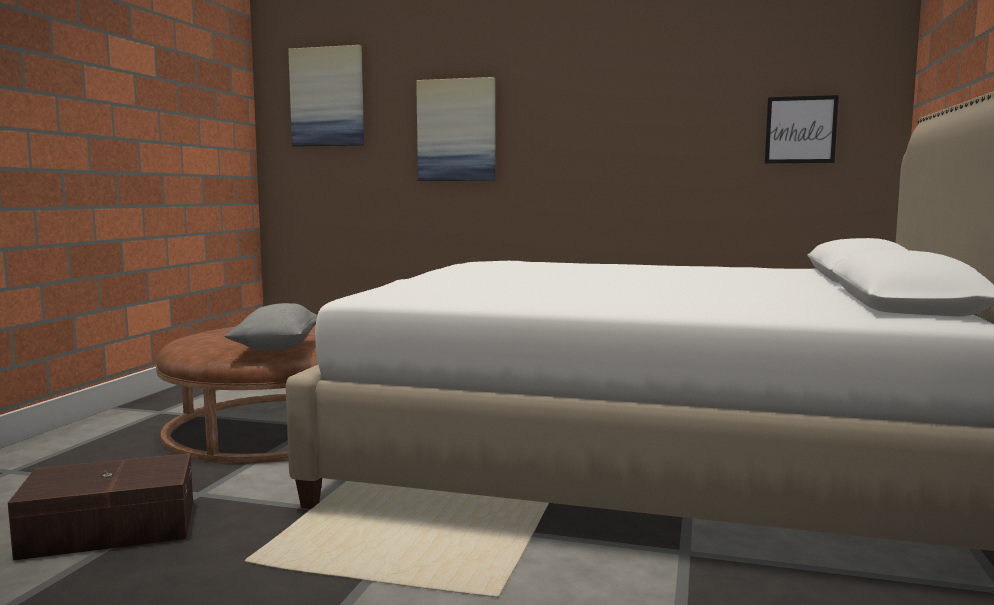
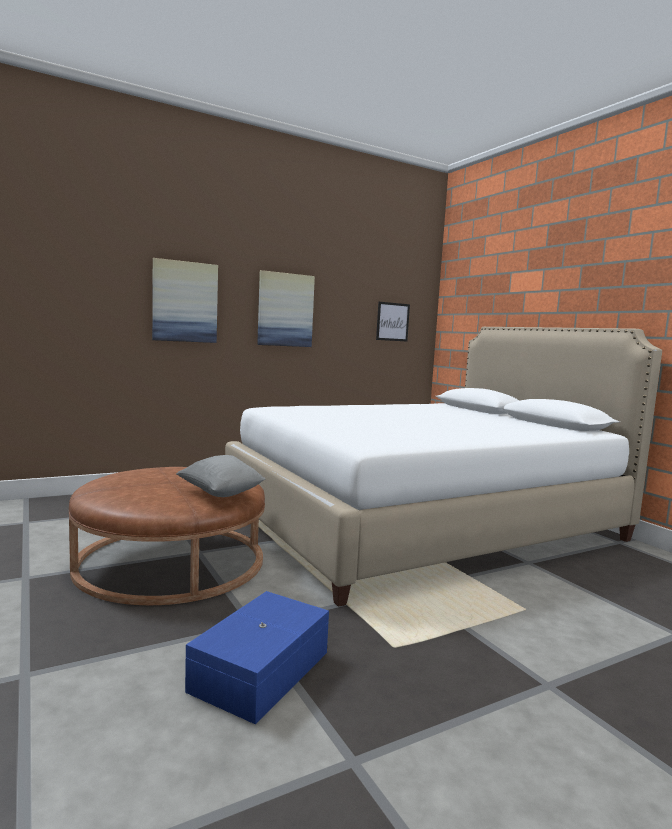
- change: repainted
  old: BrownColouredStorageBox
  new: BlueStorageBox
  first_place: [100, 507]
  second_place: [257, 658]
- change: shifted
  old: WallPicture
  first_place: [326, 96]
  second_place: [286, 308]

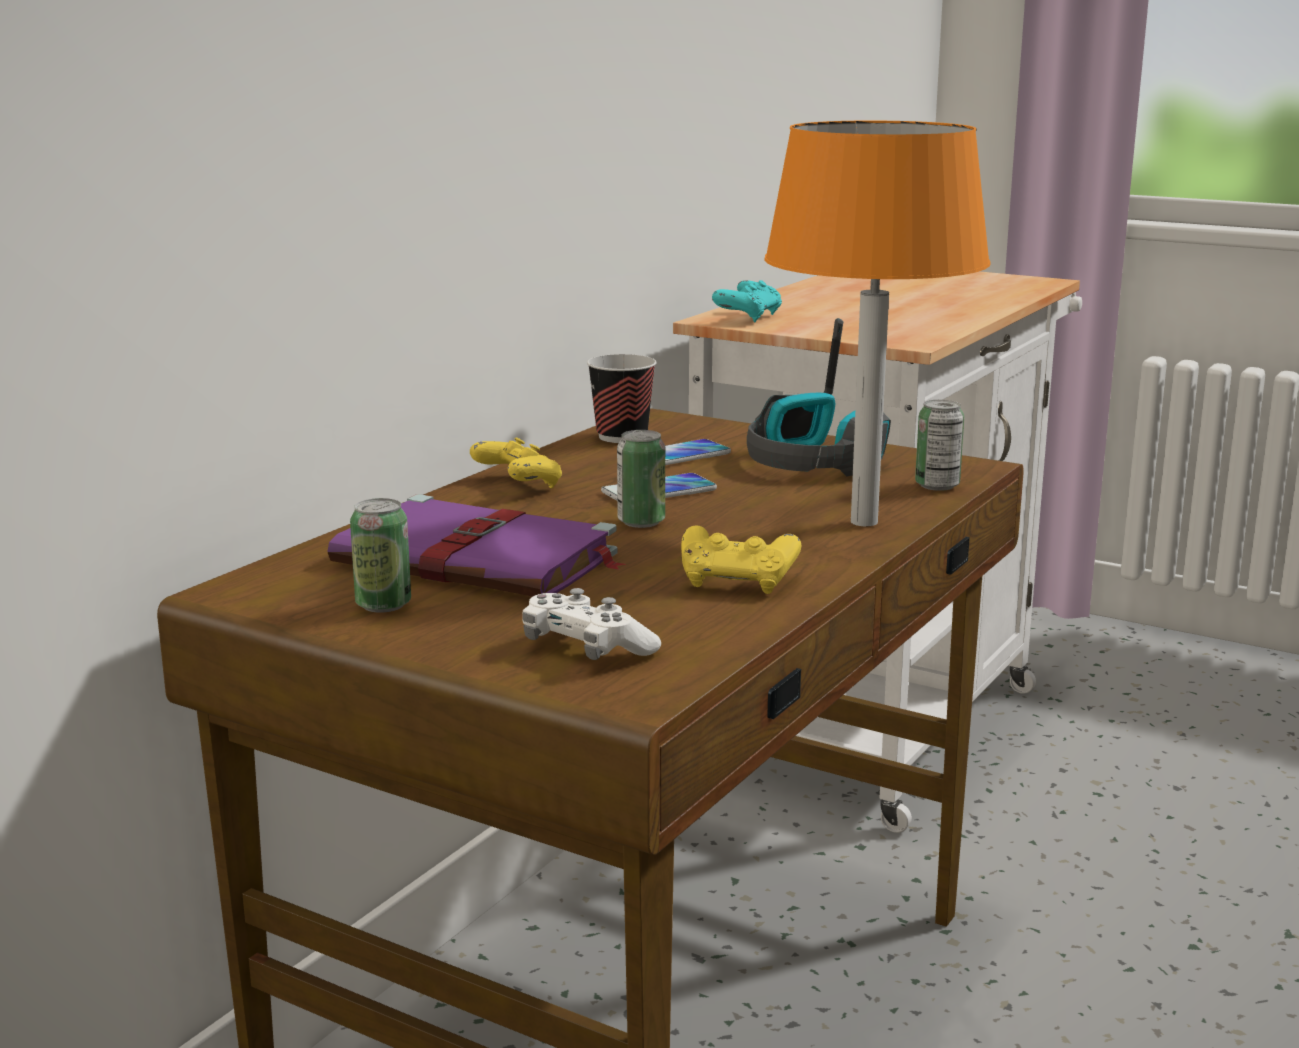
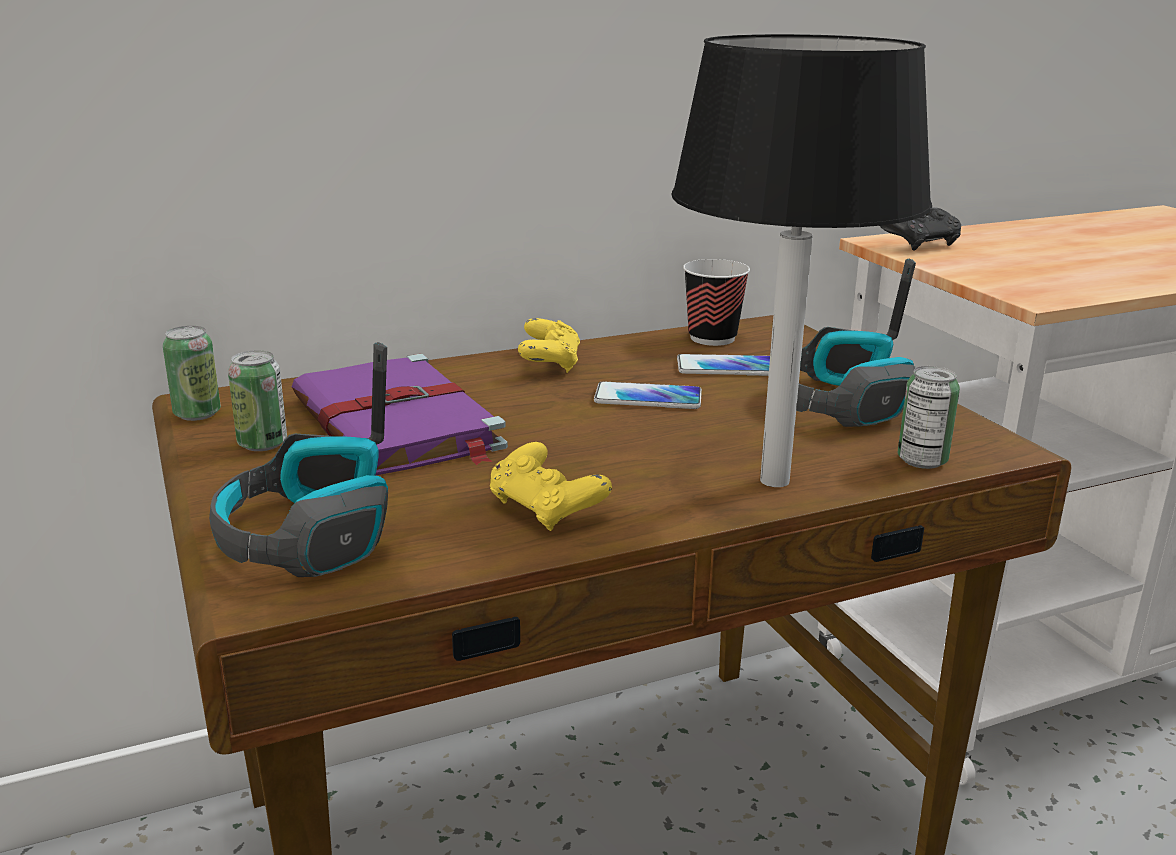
- change: swapped
  old: WhitishGamepad
  new: PairOfHeadphones
  first_place: [591, 624]
  second_place: [298, 459]
- change: shifted
  old: SealedCan
  first_place: [641, 479]
  second_place: [192, 373]
- change: repainted
  old: TurquoiseColouredGamepad
  new: BlackColouredGamepad
  first_place: [747, 301]
  second_place: [920, 229]
- change: repainted
  old: OrangeColouredTableLamp
  new: BlackColouredTableLamp
  first_place: [877, 323]
  second_place: [801, 260]

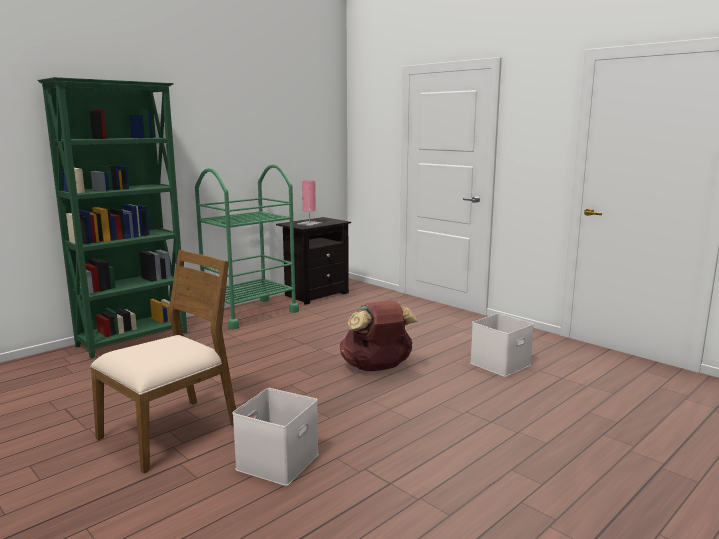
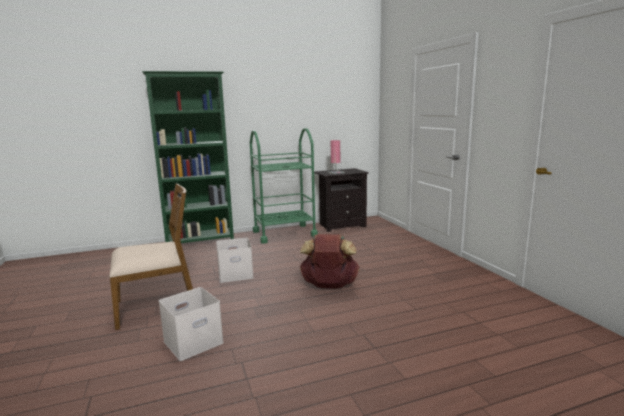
- change: shifted
  old: WhitishStorageBox
  first_place: [502, 345]
  second_place: [235, 260]

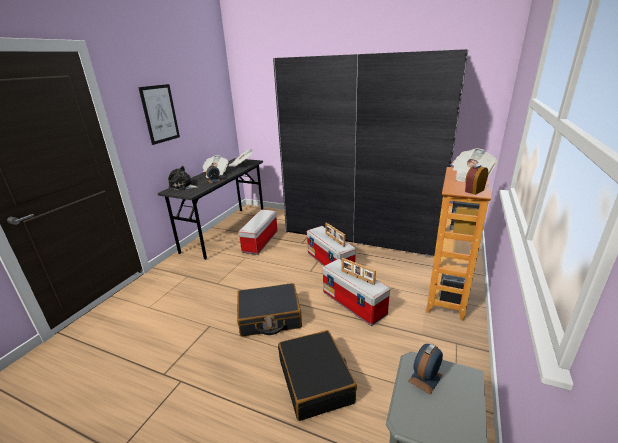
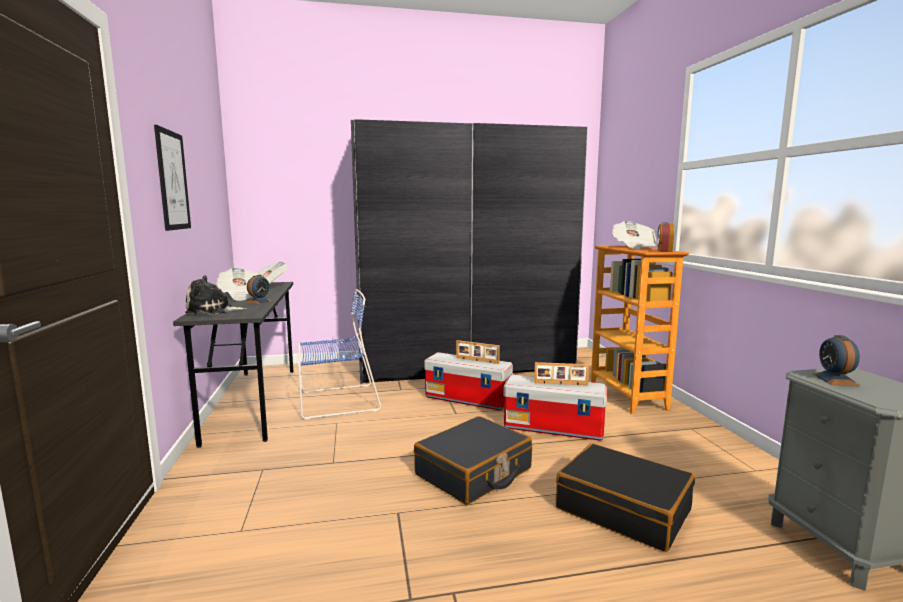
- change: swapped
  old: StorageBox
  new: BlueUprightChair
  first_place: [258, 232]
  second_place: [339, 354]

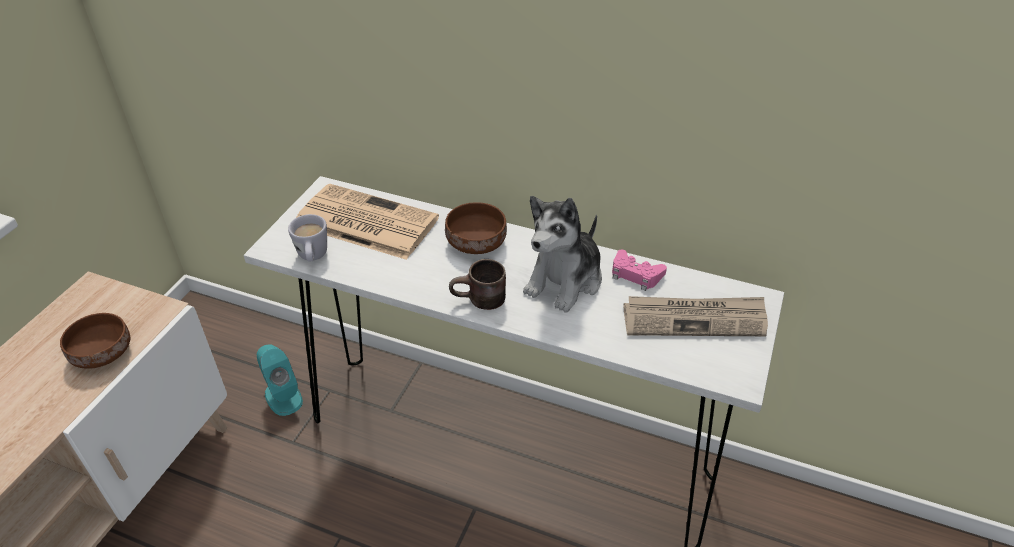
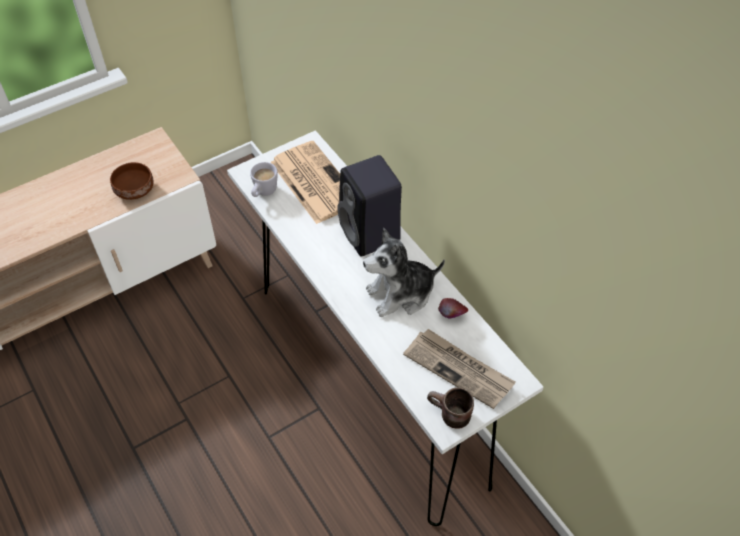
- change: gone
  old: TurquoiseColouredSpeaker
  first_place: [280, 380]
- change: swapped
  old: BrownColouredDeepDish
  new: BlackColouredSpeaker
  first_place: [476, 228]
  second_place: [370, 205]
- change: shifted
  old: BrownColouredCoffeeMug
  first_place: [477, 284]
  second_place: [450, 408]
- change: swapped
  old: PinkishGamepad
  new: Apple
  first_place: [639, 270]
  second_place: [453, 308]

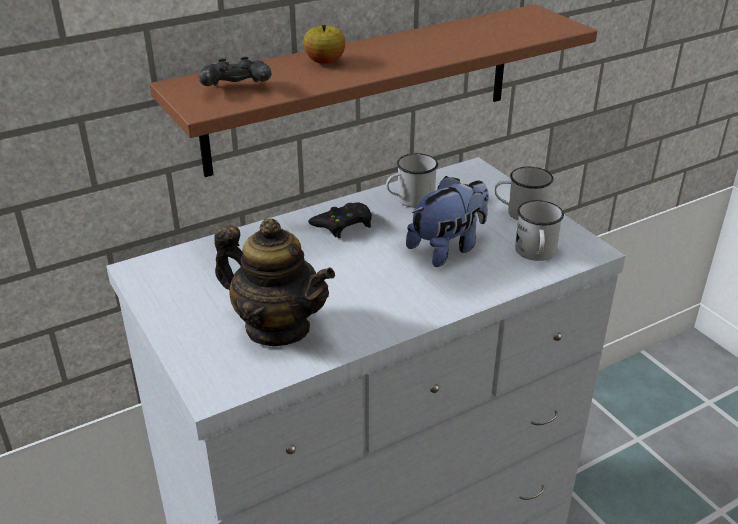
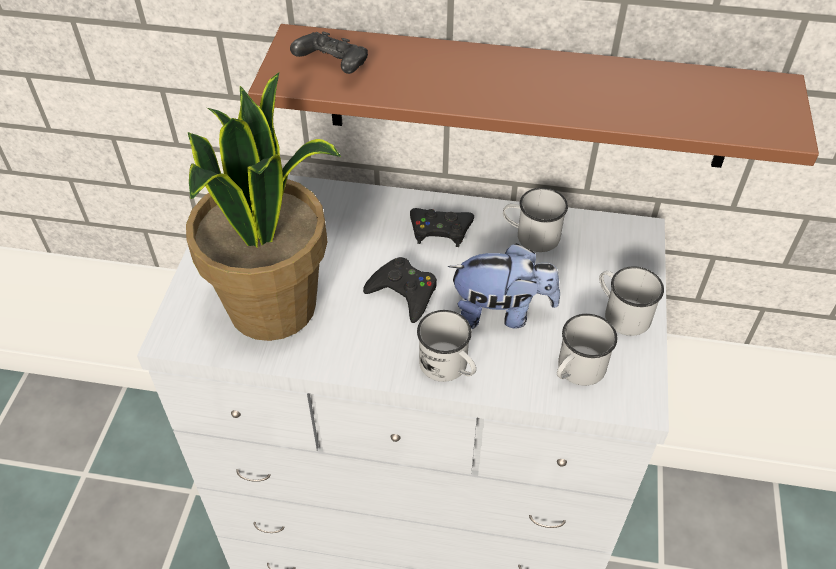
- change: swapped
  old: TeaPot
  new: PottedPlant
  first_place: [274, 282]
  second_place: [263, 206]
- change: gone
  old: Apple
  first_place: [324, 44]
- change: new
  new: BlackColouredGamepad
  second_place: [400, 290]
- change: new
  new: WhitishCoffeeMug
  second_place: [446, 346]

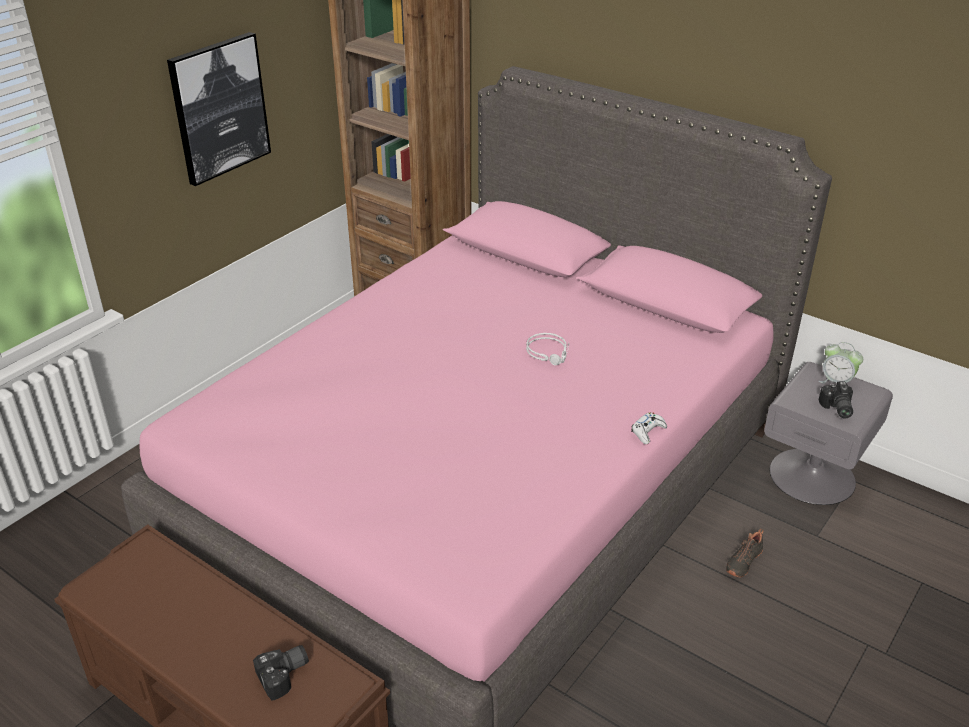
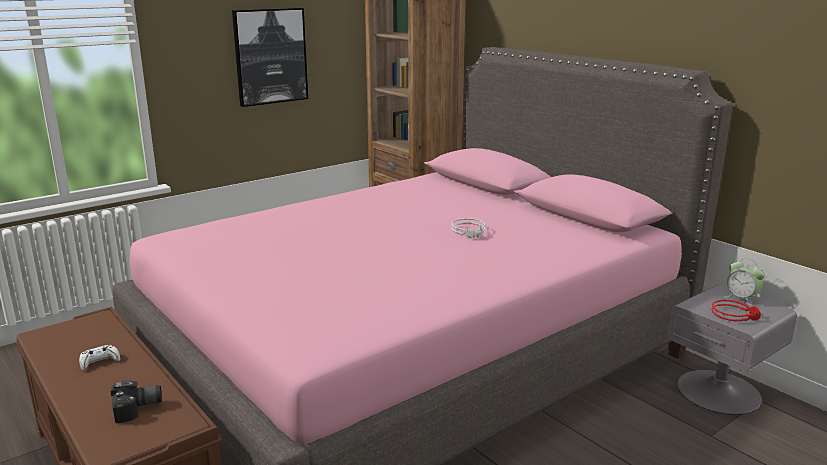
- change: shifted
  old: WhitishGamepad
  first_place: [649, 428]
  second_place: [99, 358]
- change: gone
  old: BlackColouredShoe
  first_place: [745, 553]
- change: swapped
  old: StillCamera
  new: RedPairOfHeadphones
  first_place: [835, 399]
  second_place: [736, 310]

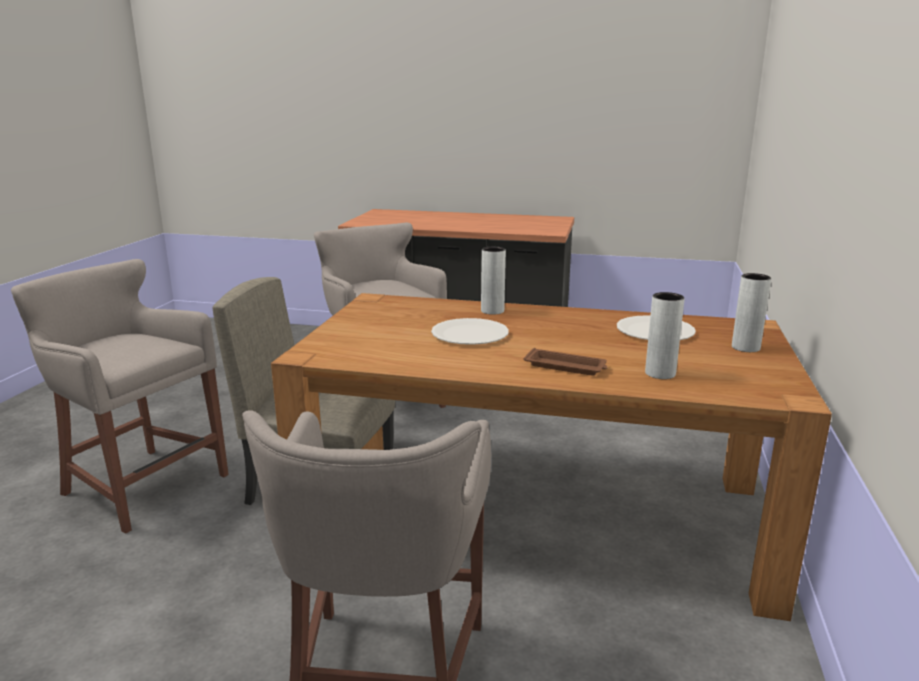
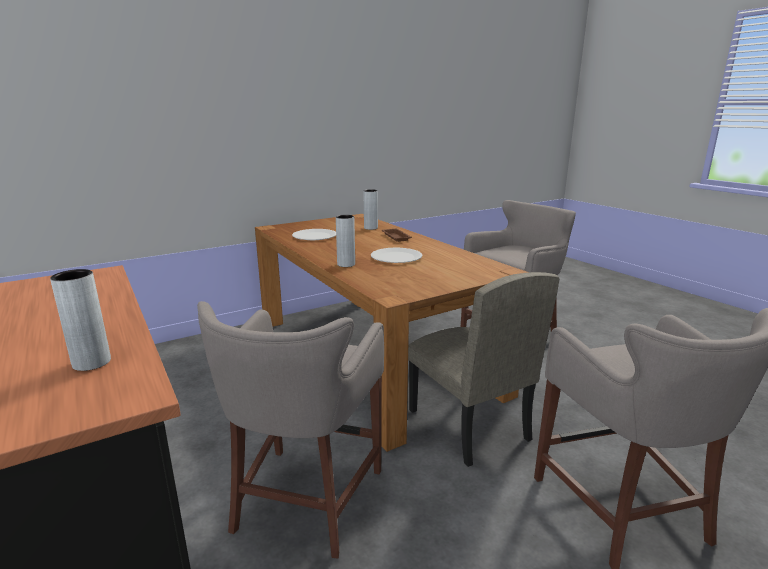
- change: shifted
  old: GrayDecorativeVase
  first_place: [751, 312]
  second_place: [80, 320]

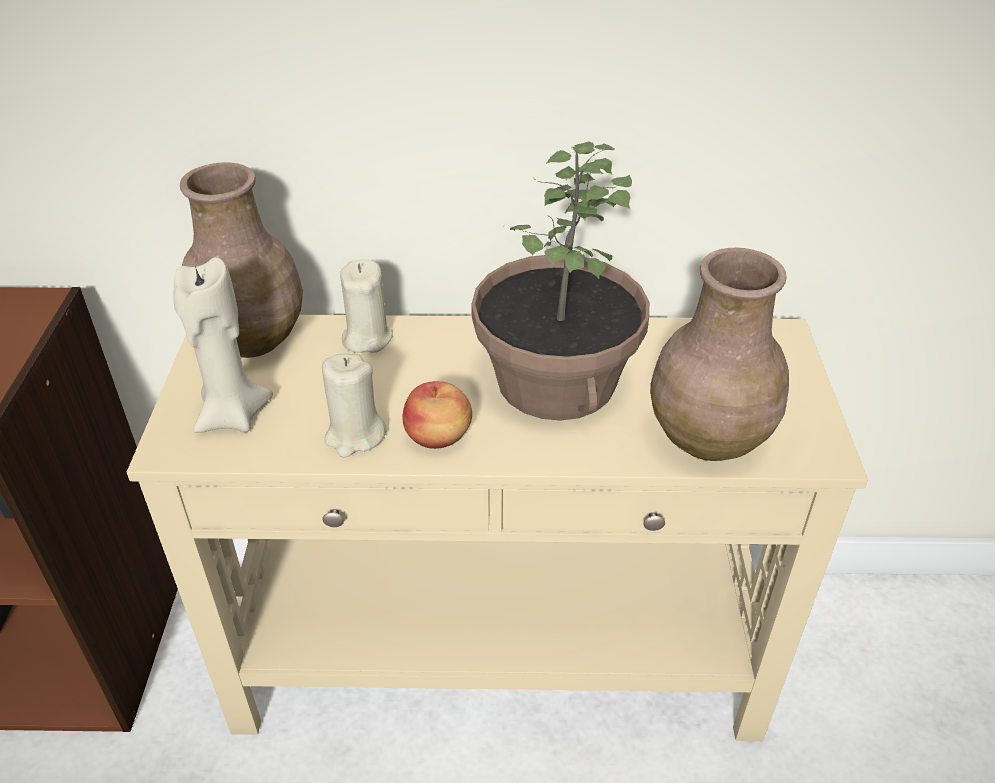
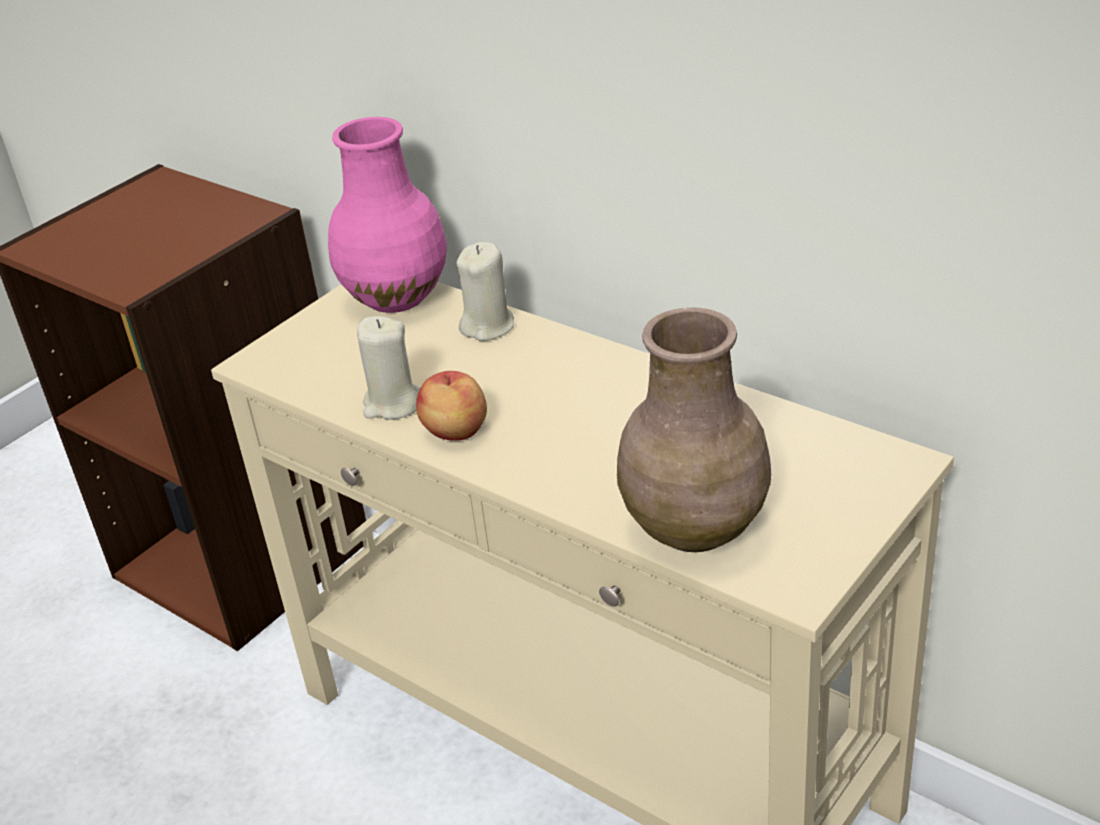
- change: gone
  old: BeigeWaxLight
  first_place: [223, 345]
- change: repainted
  old: BrownColouredDecorativeVase
  new: PinkishDecorativeVase
  first_place: [241, 260]
  second_place: [387, 215]
- change: gone
  old: PottedPlant
  first_place: [560, 281]

